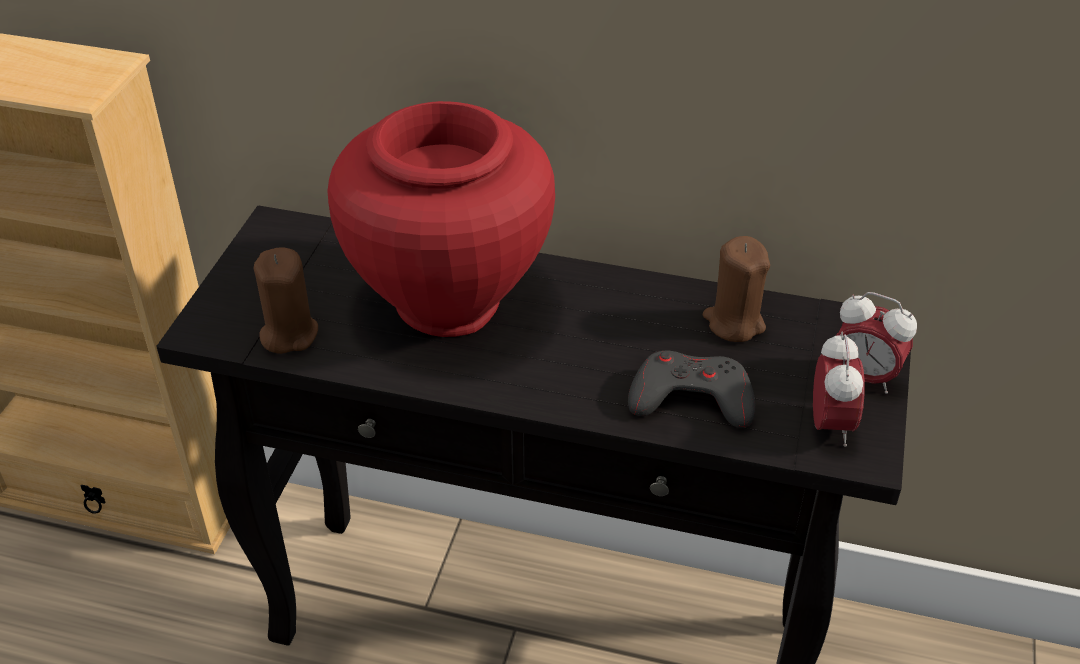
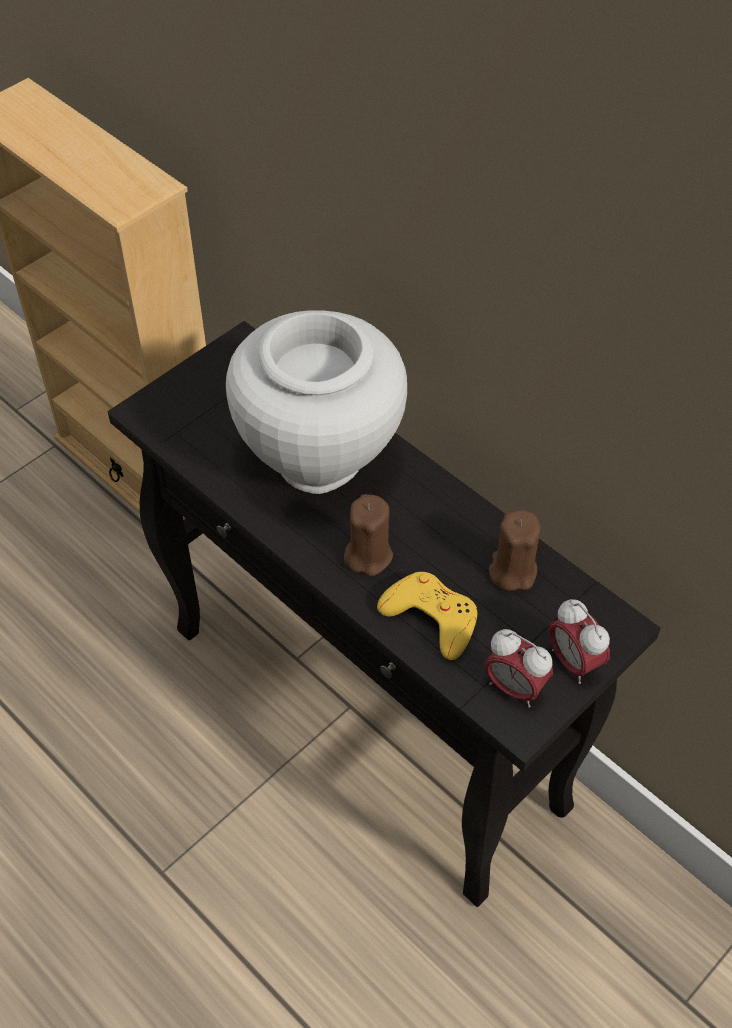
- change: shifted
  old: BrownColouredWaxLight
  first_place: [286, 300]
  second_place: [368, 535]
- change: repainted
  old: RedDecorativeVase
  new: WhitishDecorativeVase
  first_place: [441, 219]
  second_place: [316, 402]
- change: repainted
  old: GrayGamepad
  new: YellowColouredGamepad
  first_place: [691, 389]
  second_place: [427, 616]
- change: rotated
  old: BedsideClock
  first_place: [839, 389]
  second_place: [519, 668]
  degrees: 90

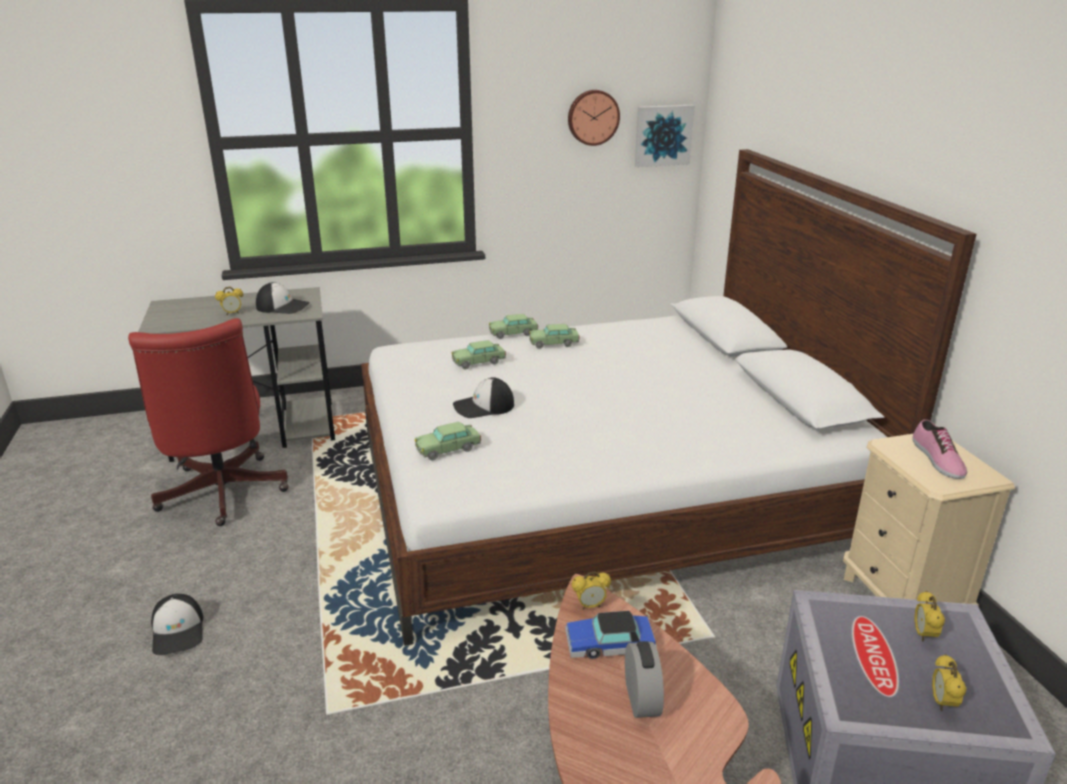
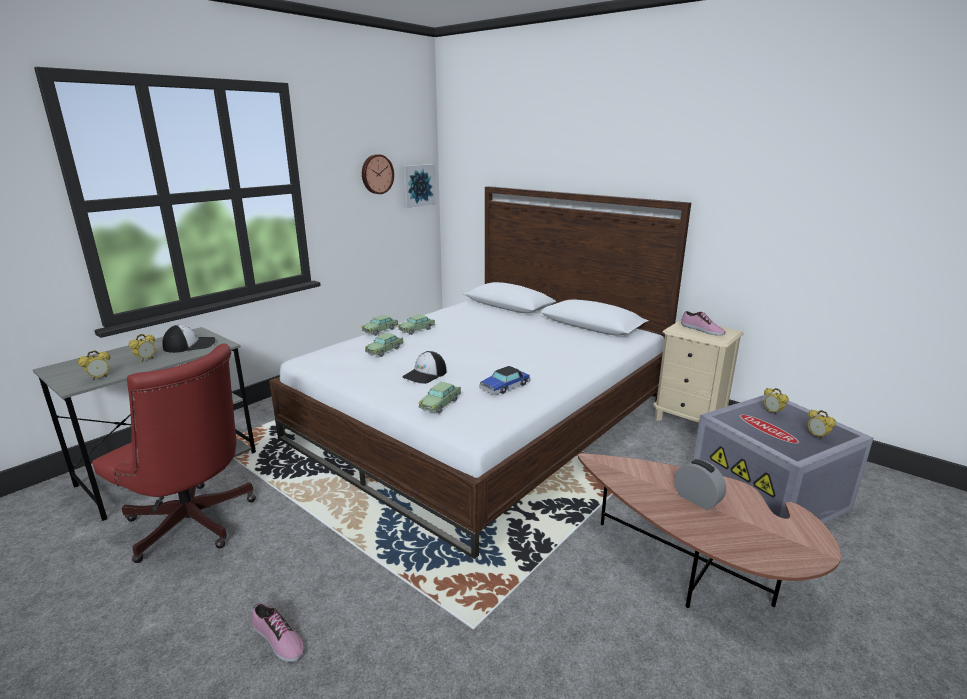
- change: swapped
  old: Cap
  new: Shoe
  first_place: [177, 624]
  second_place: [278, 632]
- change: shifted
  old: ToyCar
  first_place: [611, 635]
  second_place: [504, 380]
- change: shifted
  old: BedsideClock
  first_place: [591, 590]
  second_place: [94, 365]

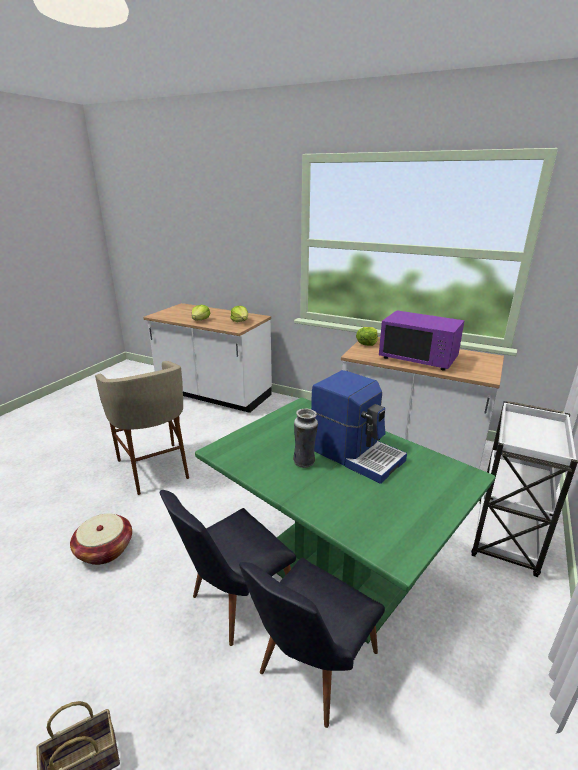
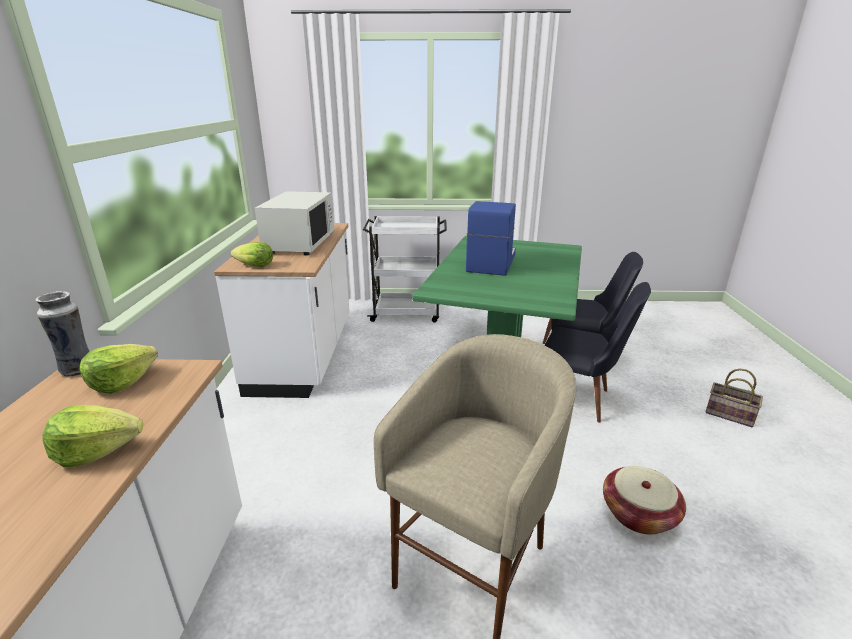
- change: shifted
  old: DecorativeVase
  first_place: [305, 438]
  second_place: [62, 333]
- change: repainted
  old: PurpleMicrowave
  new: WhitishMicrowave
  first_place: [422, 340]
  second_place: [294, 223]

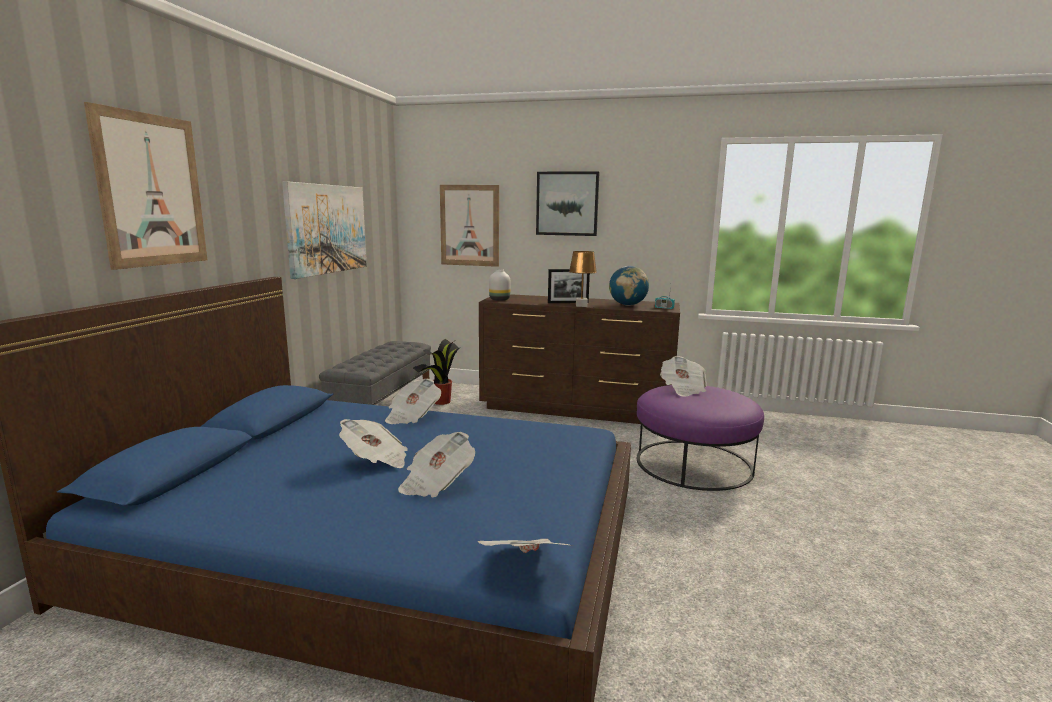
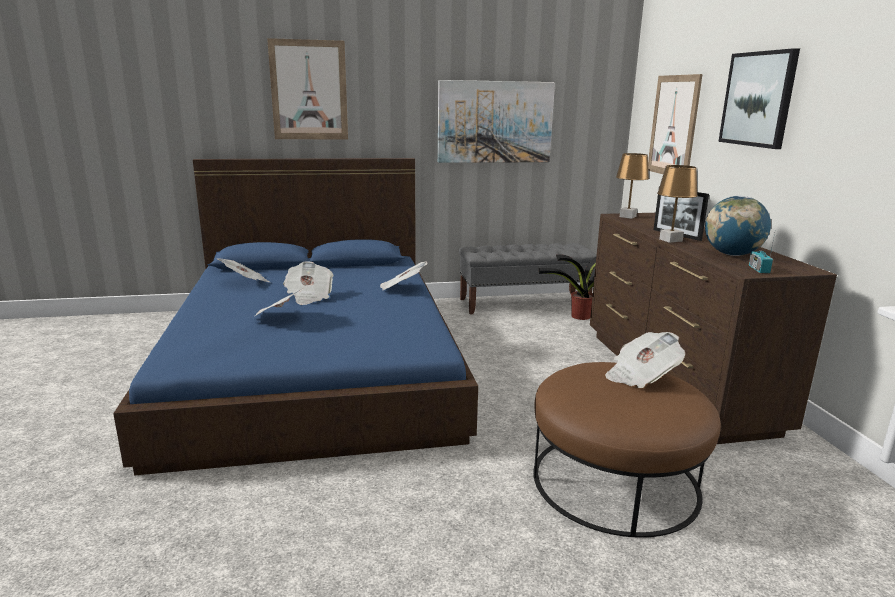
- change: shifted
  old: PrintedPaper
  first_place: [525, 546]
  second_place: [243, 270]
- change: swapped
  old: WhitishDecorativeVase
  new: BrownColouredTableLamp
  first_place: [499, 285]
  second_place: [632, 186]
- change: repainted
  old: PurpleOttoman
  new: BrownColouredOttoman
  first_place: [700, 438]
  second_place: [627, 449]

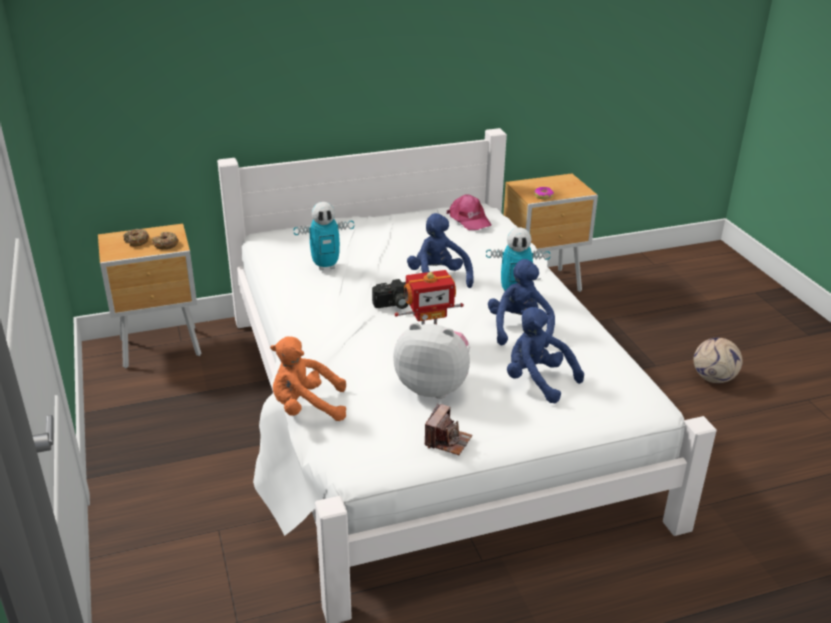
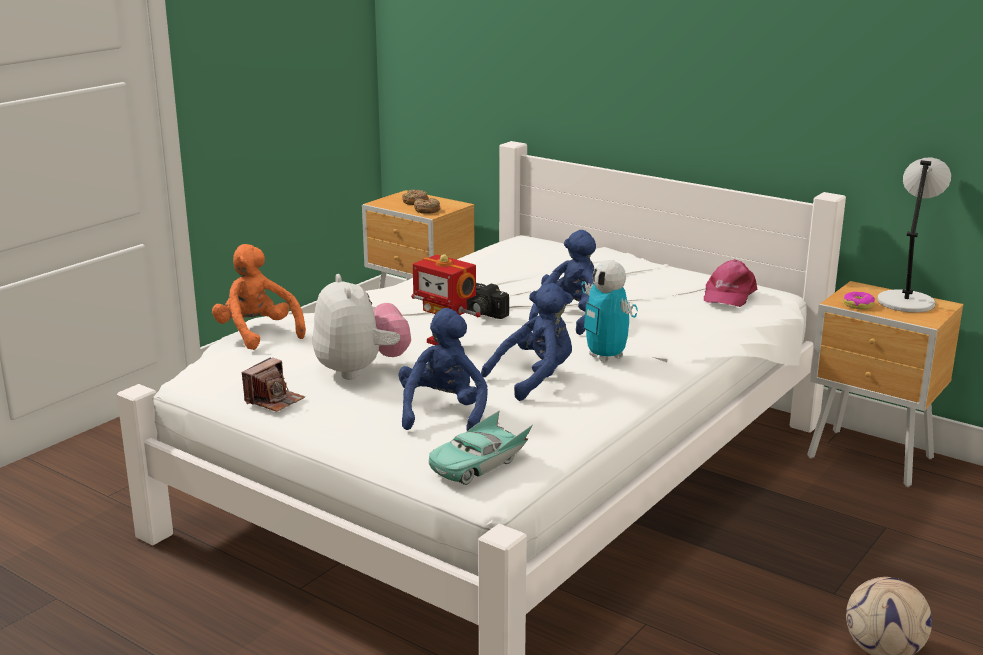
- change: gone
  old: ModelRobot
  first_place: [324, 236]
- change: rotated
  old: StillCamera
  first_place: [448, 429]
  second_place: [273, 384]
  degrees: -45
- change: new
  new: TurquoiseColouredToyCar
  second_place: [481, 448]
- change: new
  new: GrayTableLamp
  second_place: [914, 235]

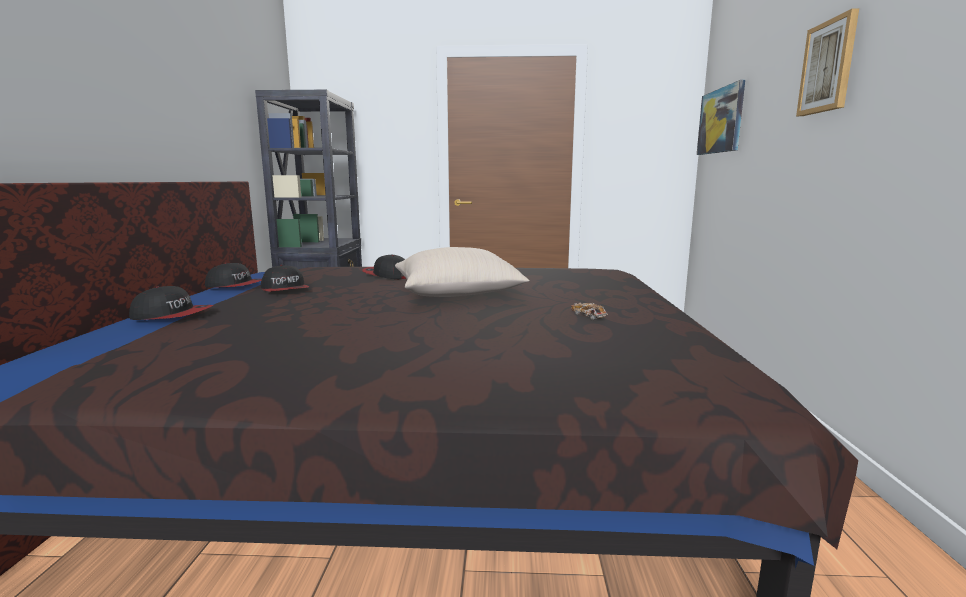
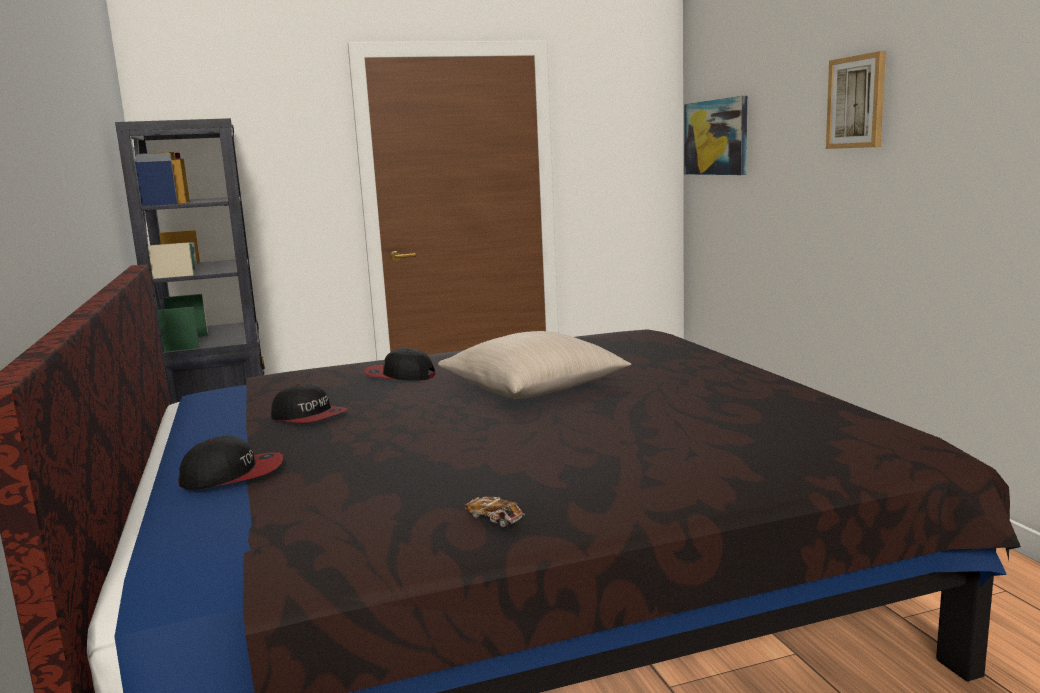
- change: gone
  old: Cap
  first_place: [233, 275]
- change: shifted
  old: ToyCar
  first_place: [589, 311]
  second_place: [495, 512]

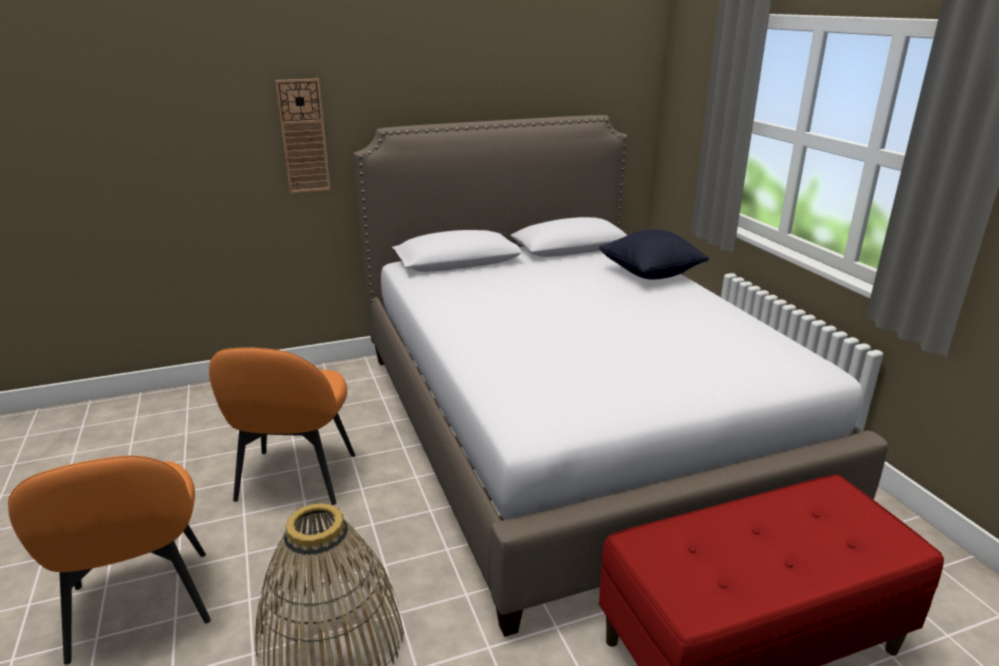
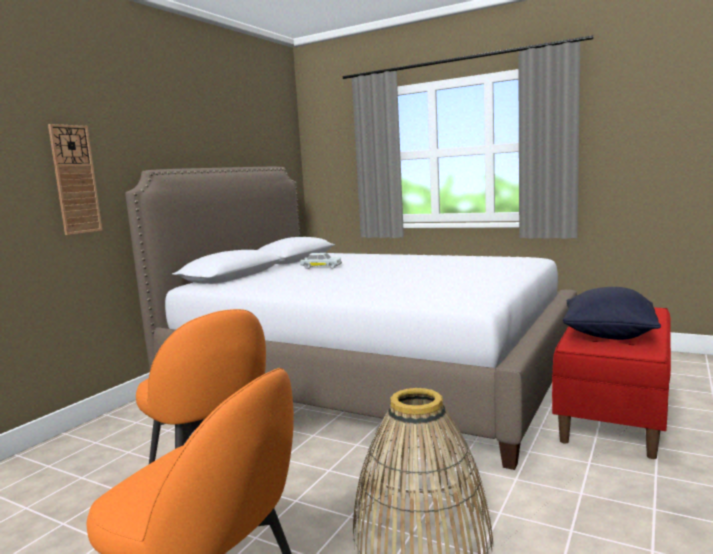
- change: shifted
  old: BlackColouredPillow
  first_place: [654, 254]
  second_place: [612, 313]
- change: new
  new: WhitishToyCar
  second_place: [321, 261]

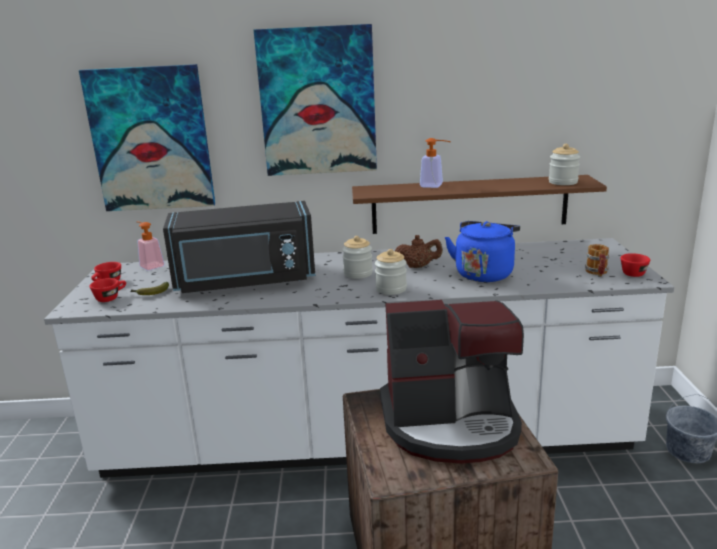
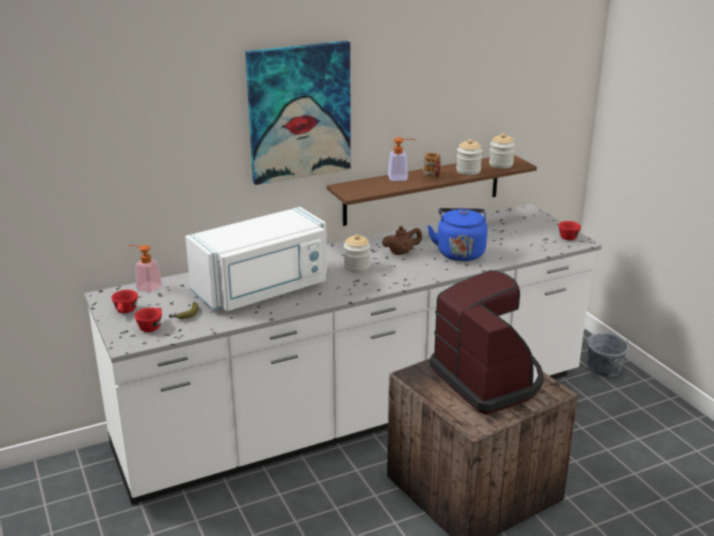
- change: gone
  old: WallPicture
  first_place: [147, 137]
- change: repainted
  old: BlackColouredMicrowave
  new: WhitishMicrowave
  first_place: [239, 247]
  second_place: [256, 259]
- change: shifted
  old: Jar
  first_place: [391, 272]
  second_place: [469, 157]
- change: rotated
  old: CoffeeMachine
  first_place: [452, 382]
  second_place: [487, 342]
  degrees: -90
- change: shifted
  old: CoffeeMug
  first_place: [597, 260]
  second_place: [432, 165]

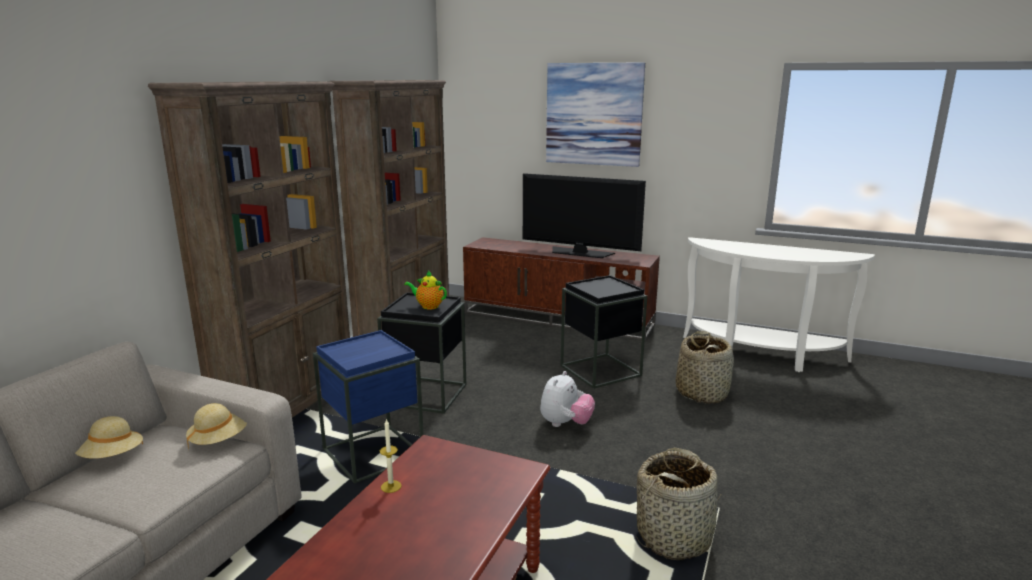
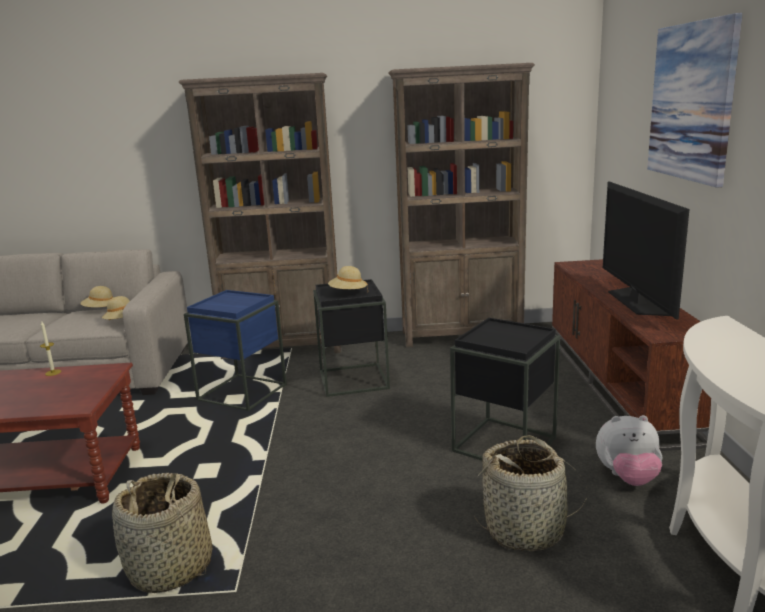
- change: swapped
  old: TeaPot
  new: BeigeWearableHat
  first_place: [425, 289]
  second_place: [348, 277]
- change: shifted
  old: PlushToy
  first_place: [567, 399]
  second_place: [629, 450]

